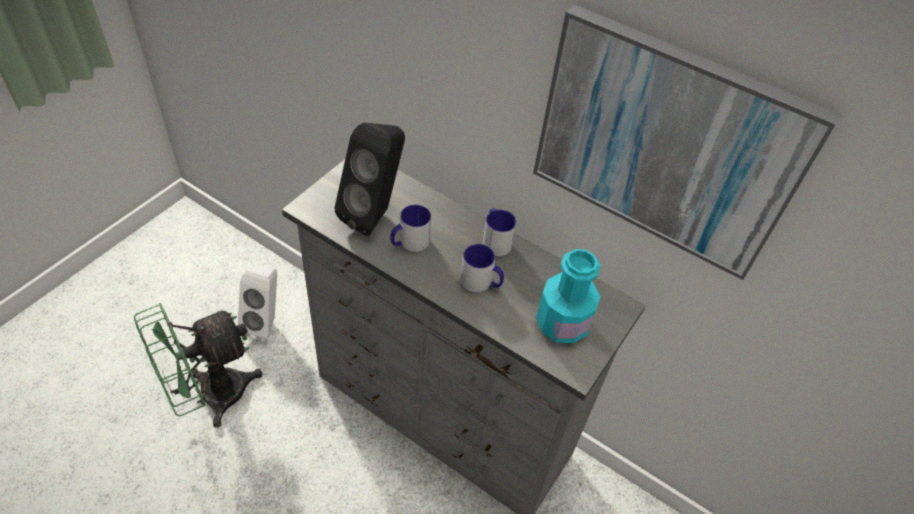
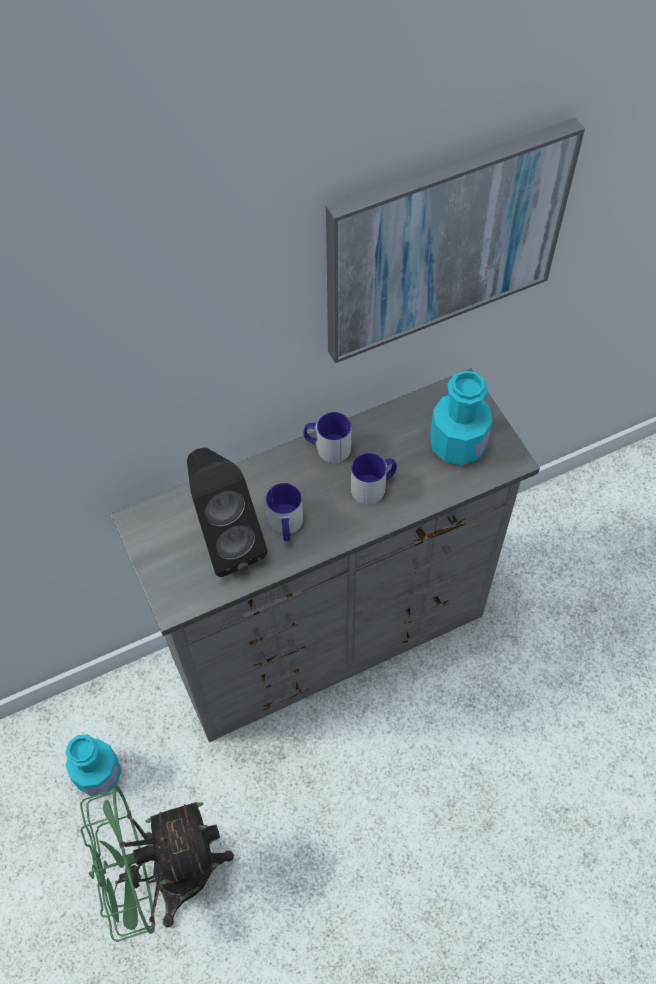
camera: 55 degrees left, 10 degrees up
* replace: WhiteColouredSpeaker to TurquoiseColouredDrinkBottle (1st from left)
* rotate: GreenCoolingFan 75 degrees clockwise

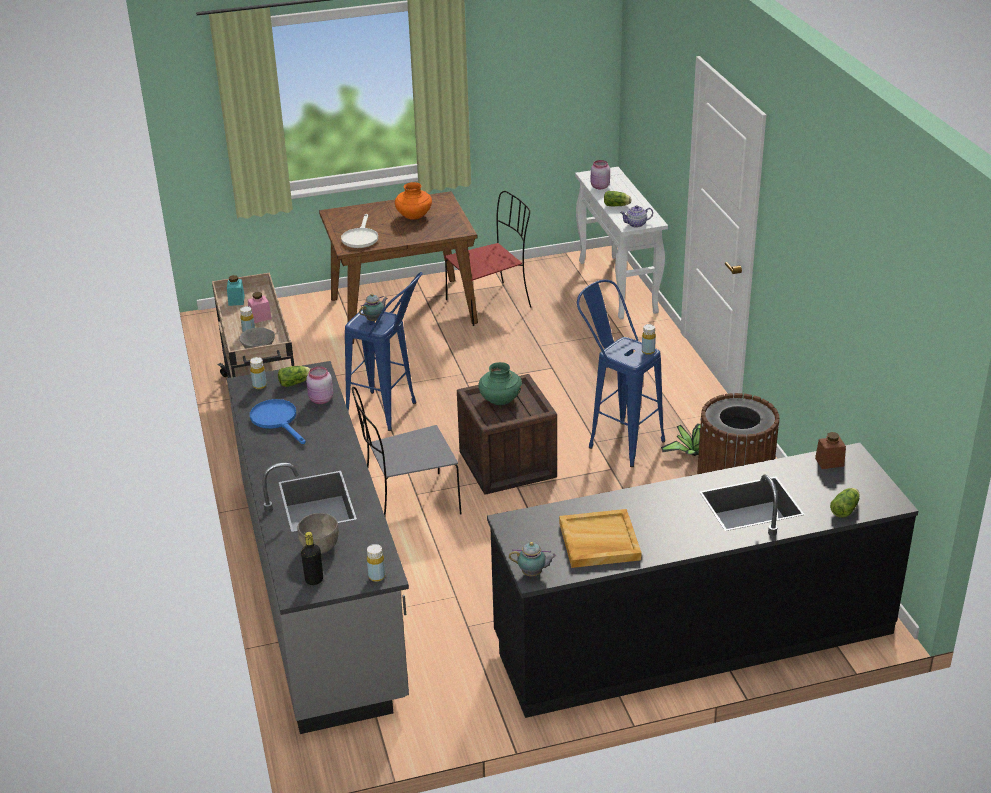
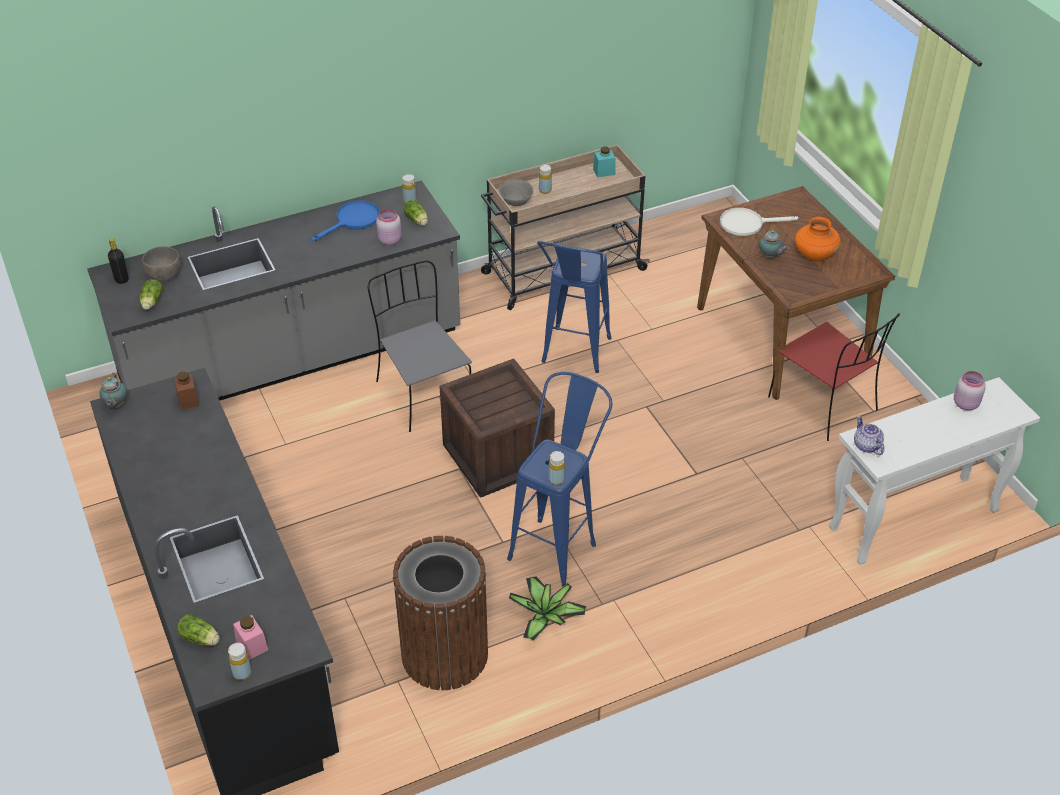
camera: 80 degrees right, 10 degrees up
* move: HeadOfLettuce (2nd from left in the first image) to HeadOfLettuce (1st from left)
* move: BrownStorageJar
* move: YellowDrinkBottle (3rd from left in the first image) to YellowDrinkBottle (1st from left)
* move: PinkishStorageJar (1st from left)
* move: TeaPot (1st from left in the first image) to TeaPot (2nd from left)
* delete: GreenDecorativeVase
* delete: BeigeServingTray

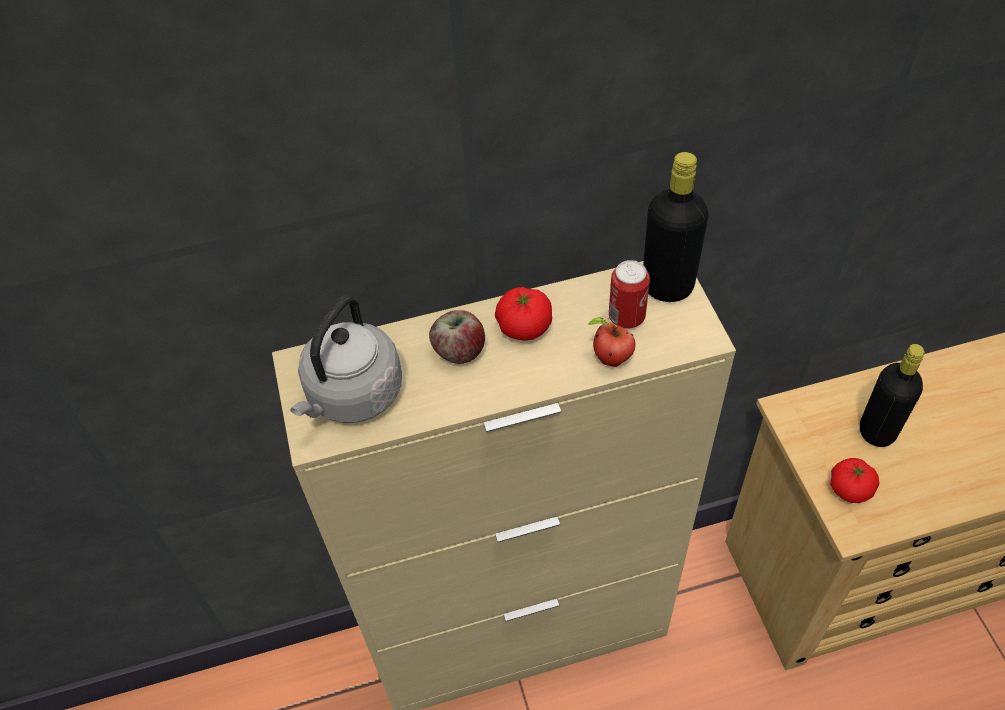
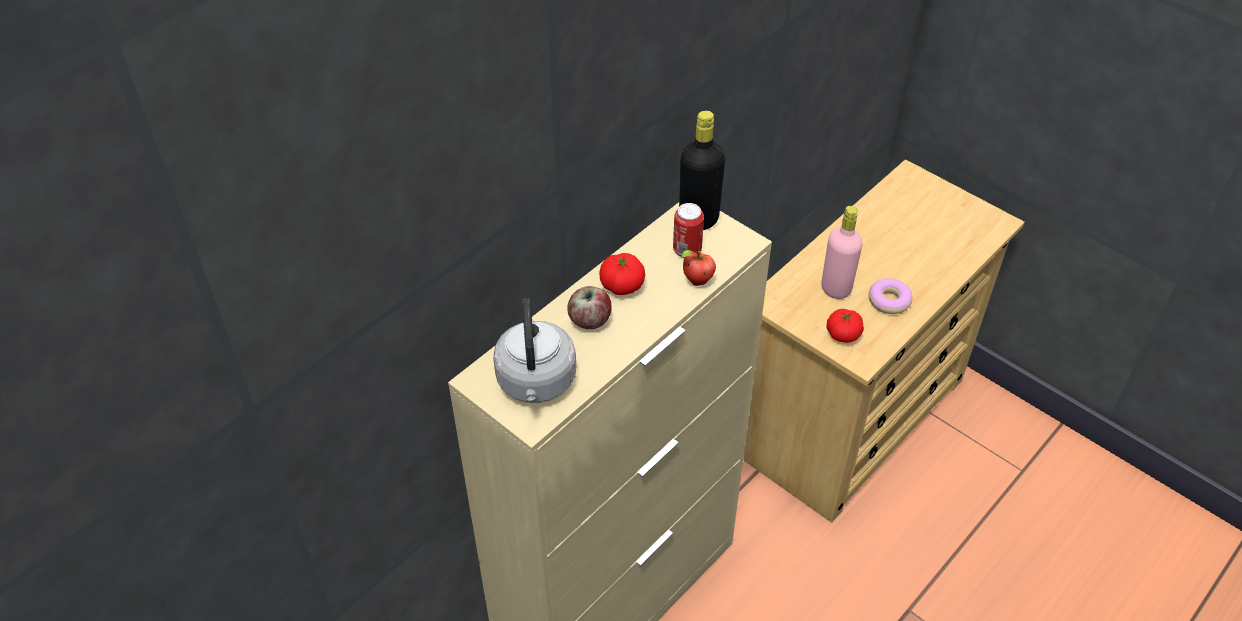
camera: 35 degrees left, 5 degrees down
* recolor: BlackColouredDrinkBottle (2nd from left) to PinkishDrinkBottle
* insert: RingDoughnut

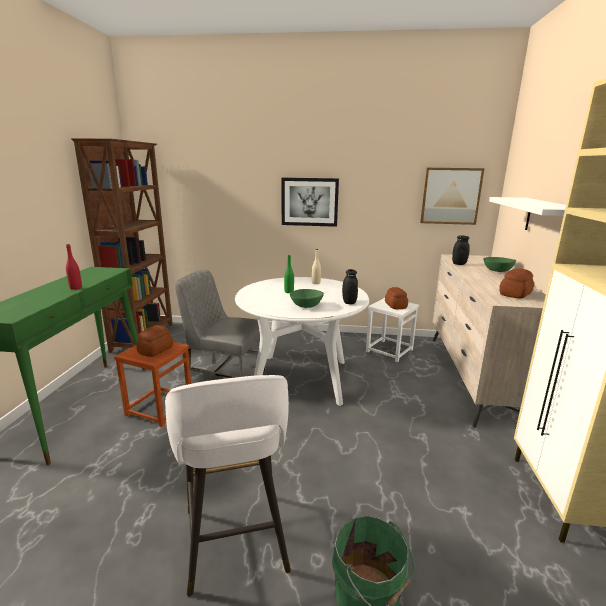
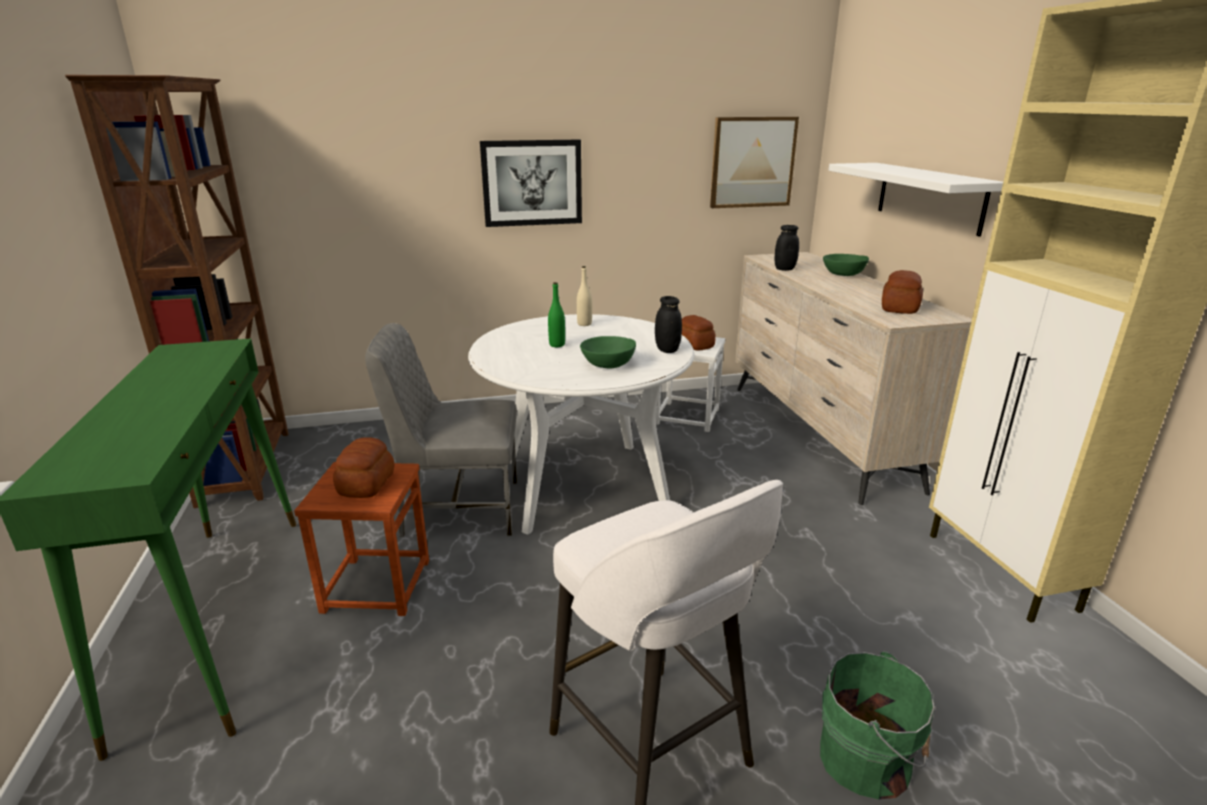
camera: 20 degrees left, 5 degrees up
* delete: ReddishDrinkBottle

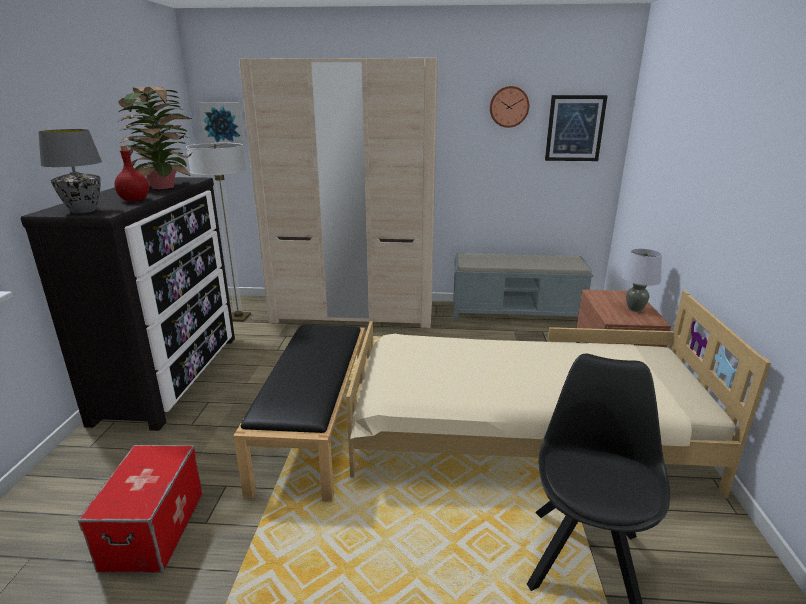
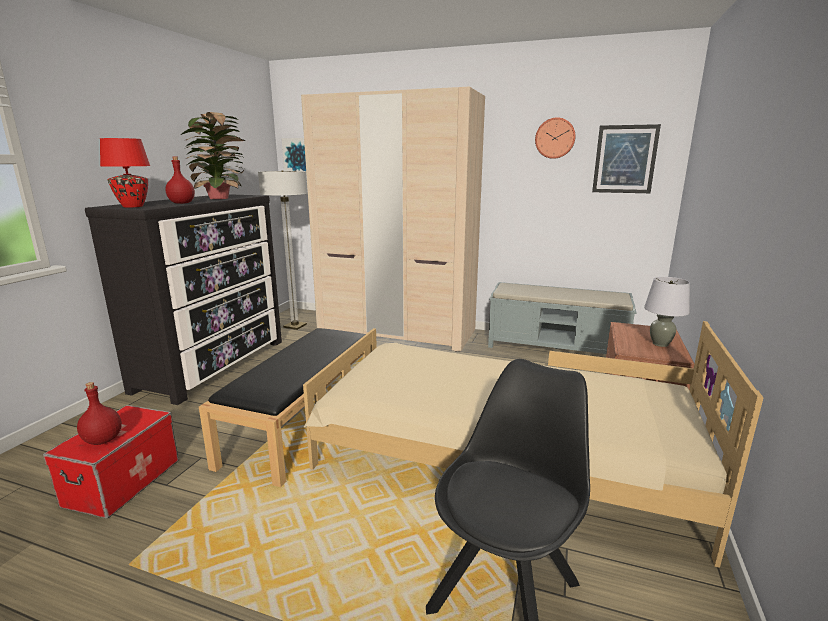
camera: 15 degrees right, 5 degrees down
* insert: ReddishDrinkBottle (1st from left)
* recolor: GrayLampForATable (1st from left) to ReddishLampForATable

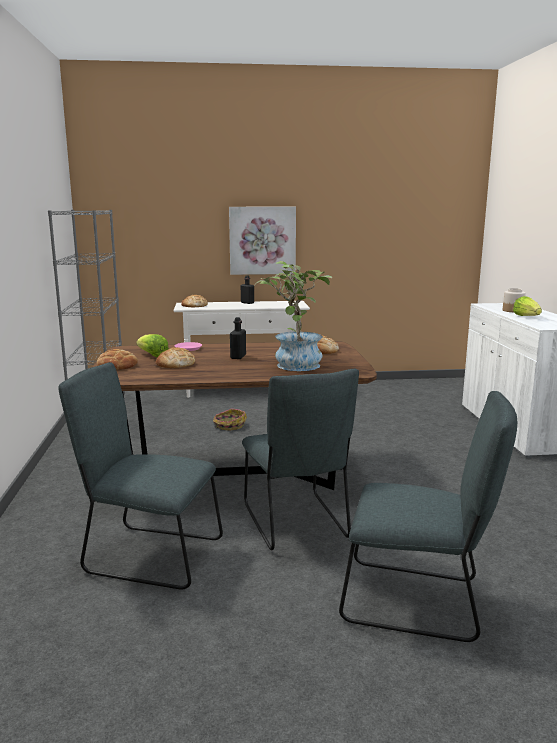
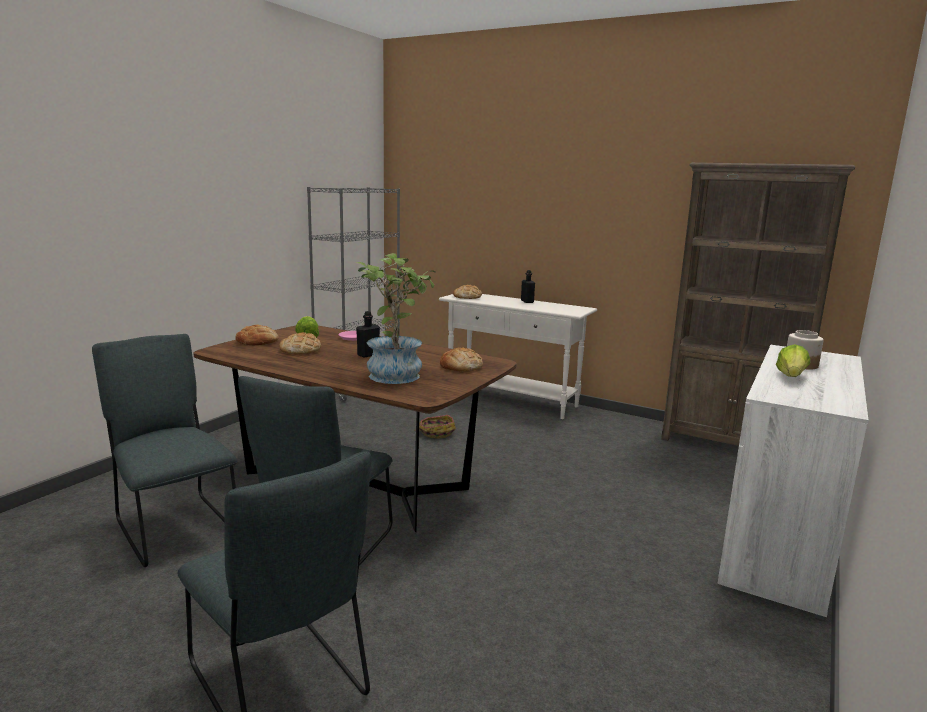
camera: 35 degrees right, 0 degrees up
* insert: BrownShelvingUnit
* delete: WallPicture

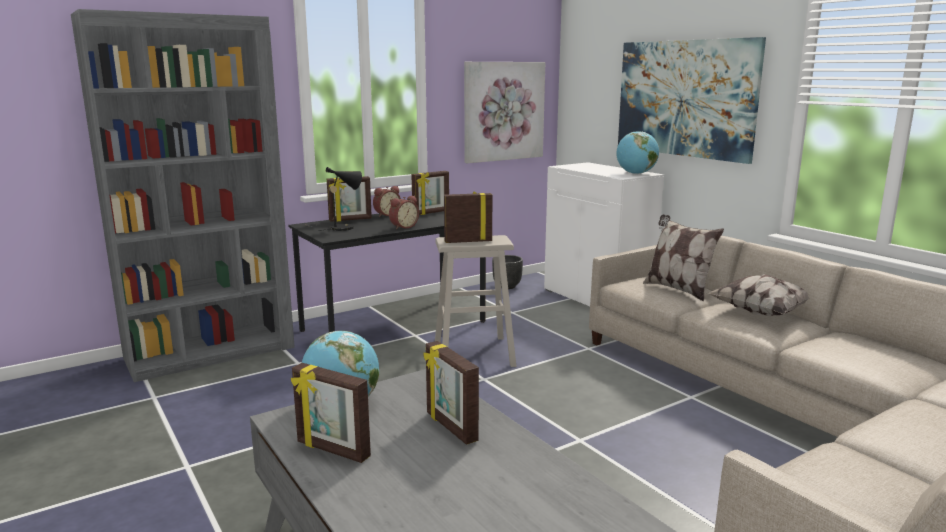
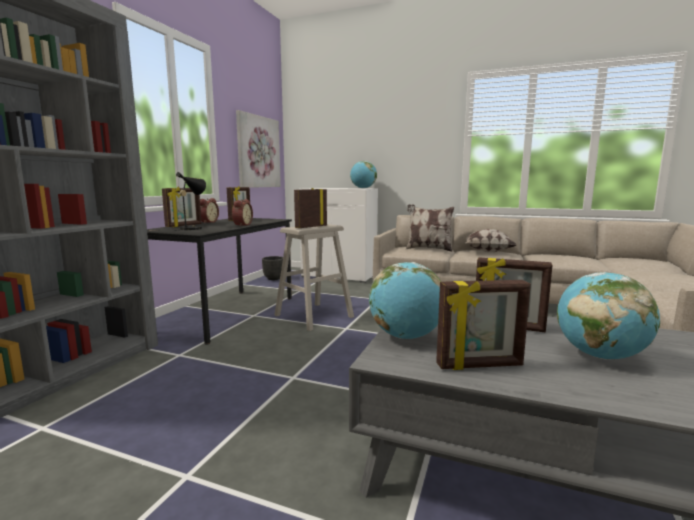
camera: 35 degrees left, 5 degrees down
* insert: DeskGlobe (3rd from left)
* delete: WallPicture (2nd from left)

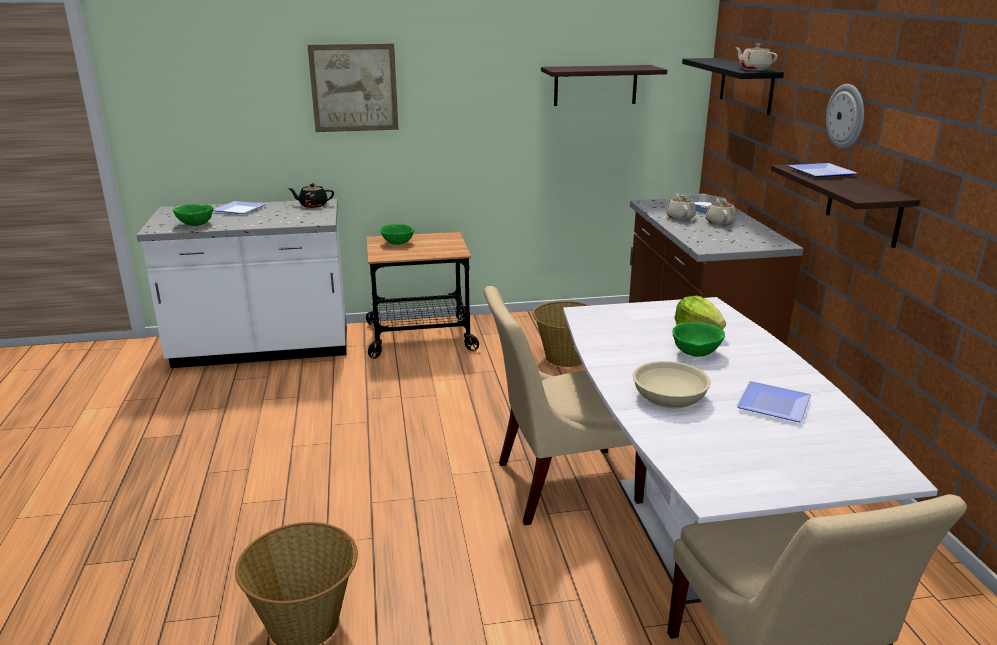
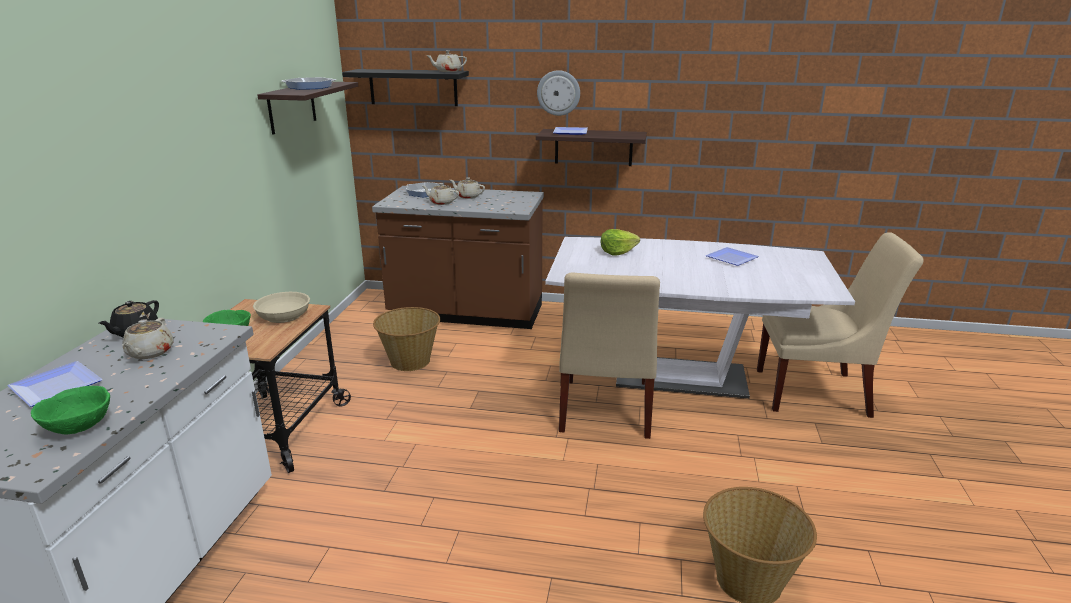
camera: 70 degrees left, 0 degrees up
* insert: BeigeTeaPot (1st from left)
* move: BeigeDeepDish
* insert: Pan (1st from left)
* delete: WallPicture
* delete: GreenDeepDish (3rd from left)

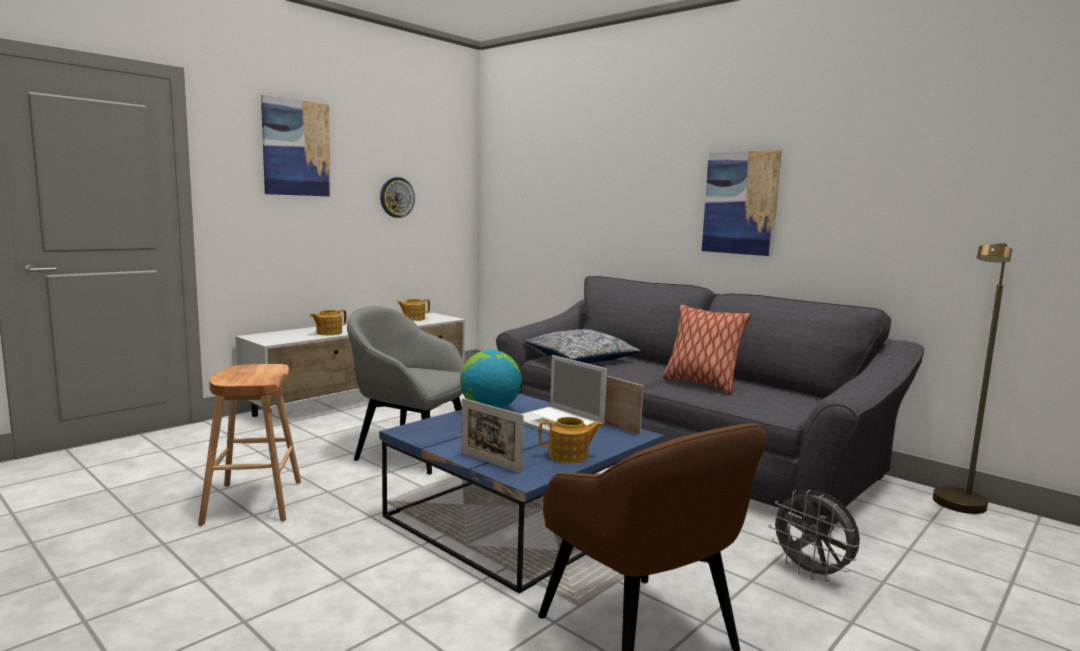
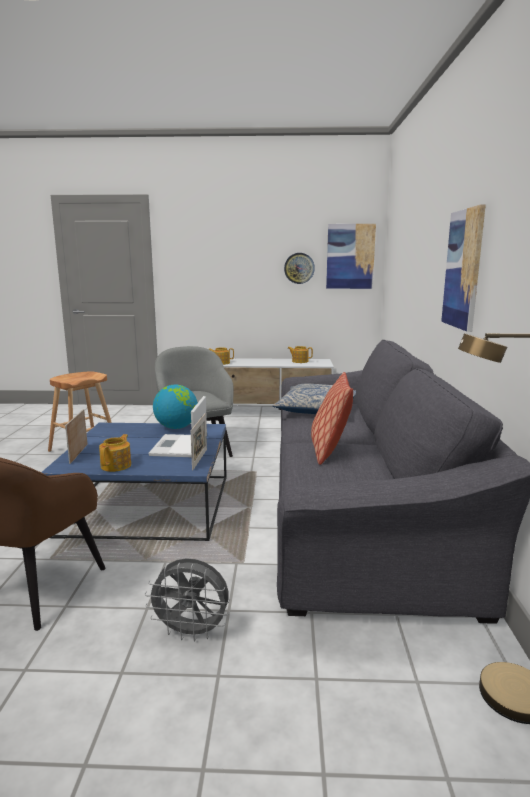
camera: 50 degrees right, 5 degrees up
* rotate: TeaPot (3rd from left in the first image) 120 degrees counterclockwise
* rotate: GrayCoolingFan 90 degrees counterclockwise
* move: WallPicture (1st from left)

